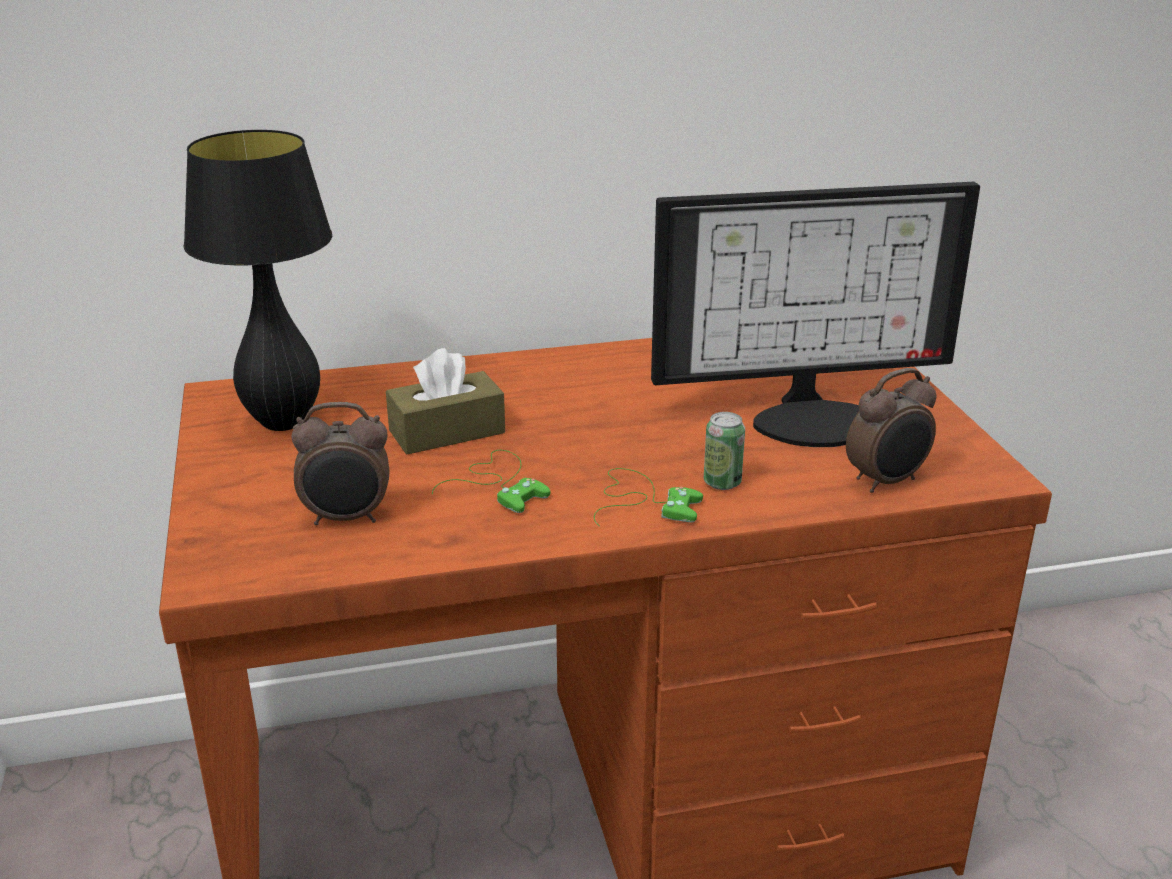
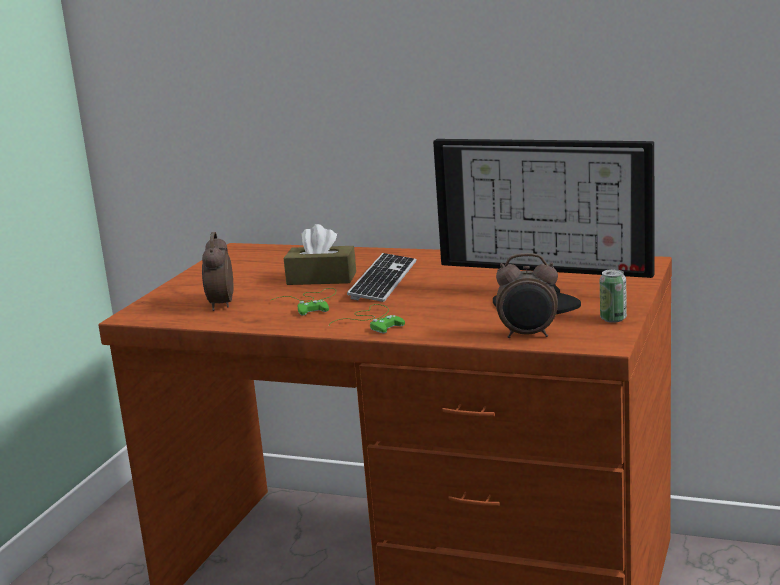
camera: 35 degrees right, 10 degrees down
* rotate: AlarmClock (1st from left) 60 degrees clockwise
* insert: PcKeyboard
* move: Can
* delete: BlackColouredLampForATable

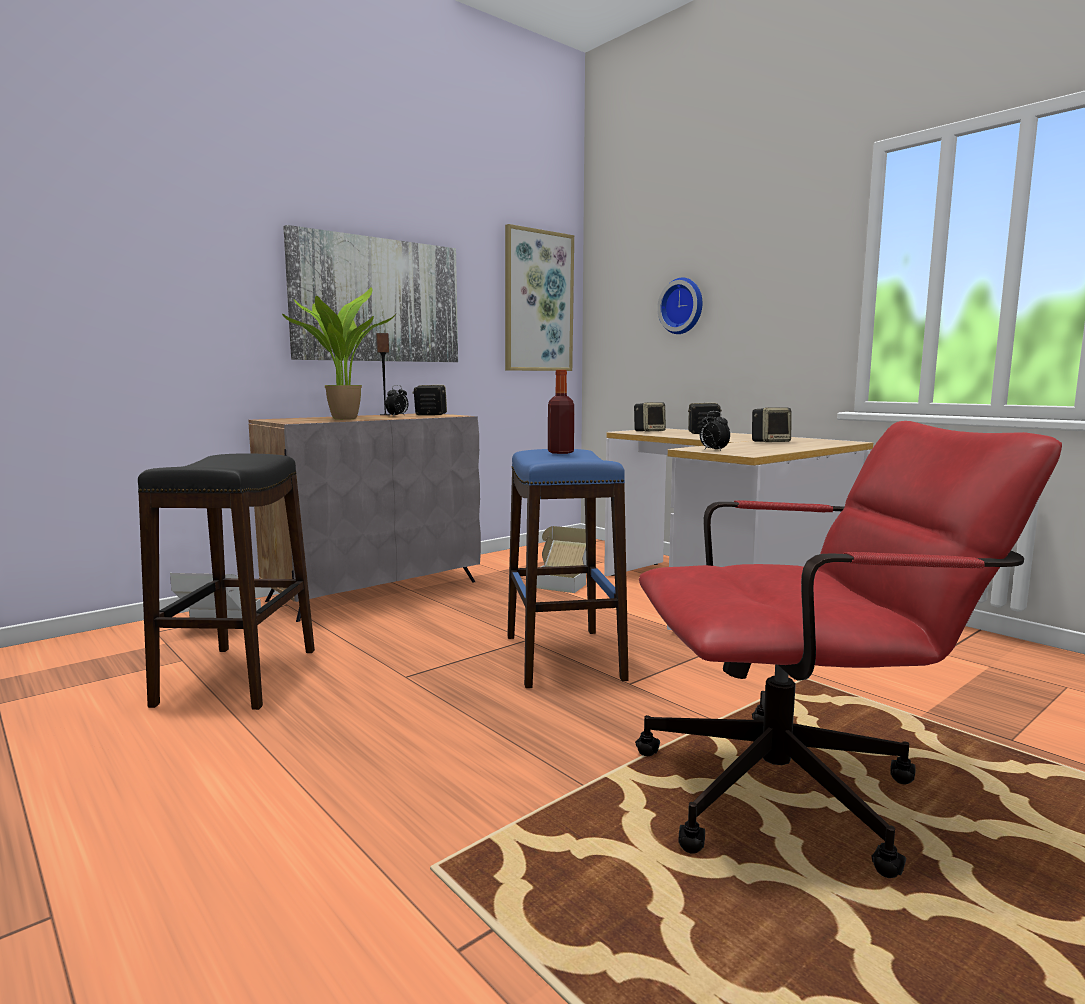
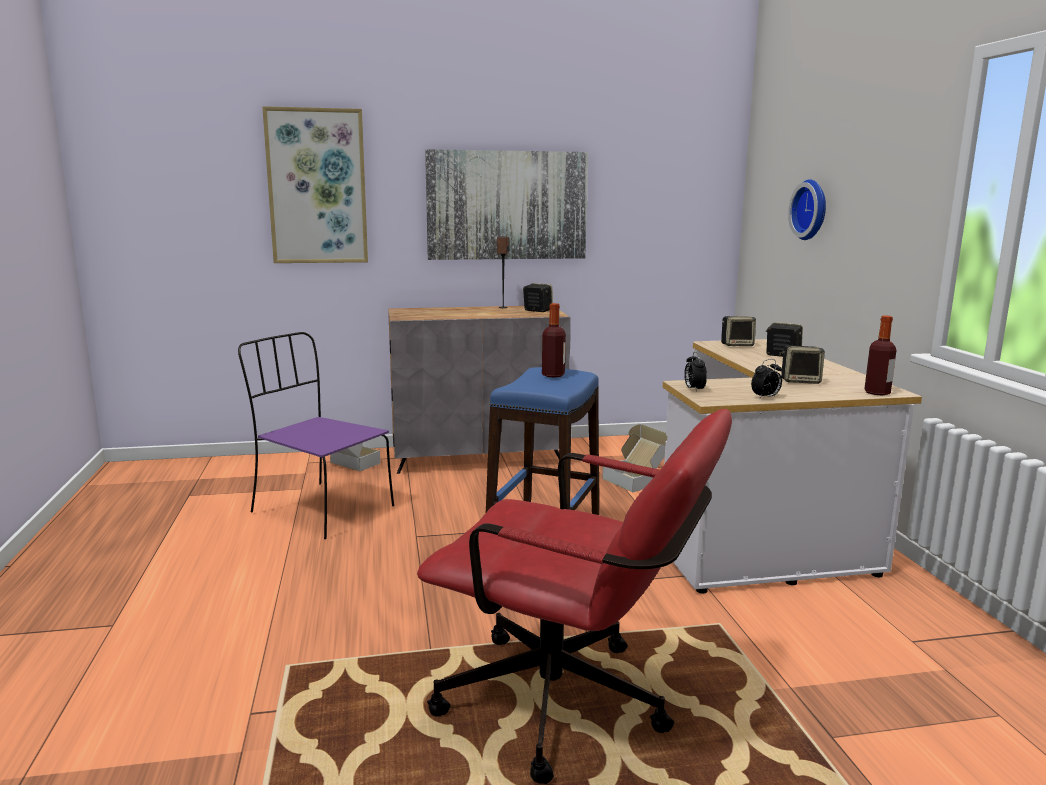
camera: 30 degrees right, 5 degrees up
* replace: BlackColouredStoolSeat to PurpleColouredChair
* move: WallPicture (2nd from left in the first image) to WallPicture (1st from left)
* move: AlarmClock (1st from left in the first image) to AlarmClock (2nd from left)
* insert: DrinkBottle (2nd from left)
* delete: PottedPlant

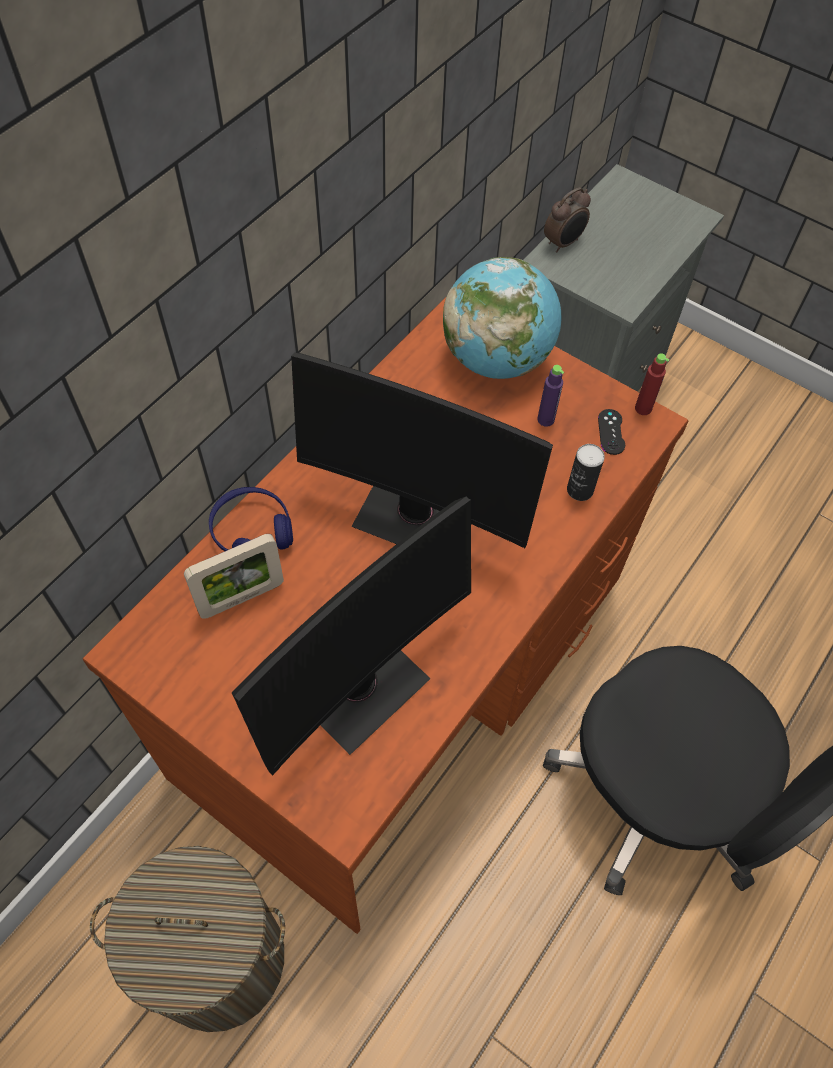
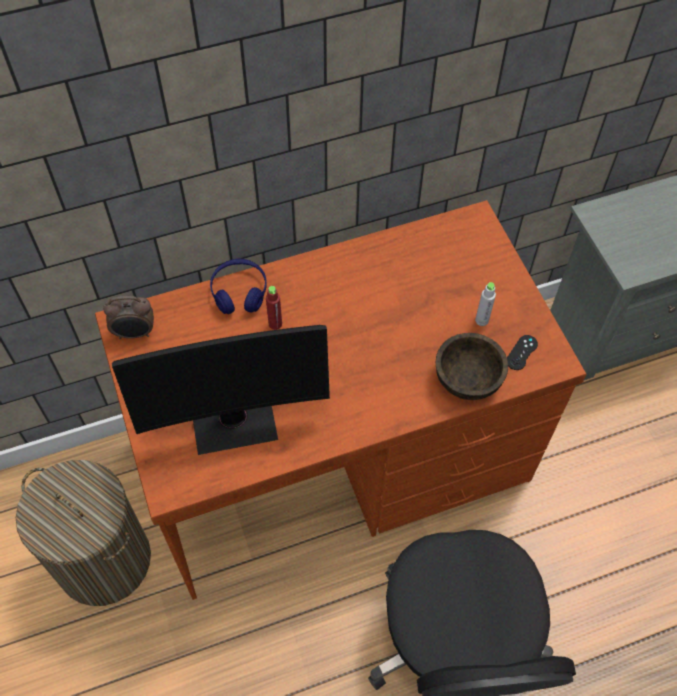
camera: 35 degrees right, 0 degrees up
* move: AlarmClock
* move: ReddishDrinkBottle
* replace: Can to BrownDeepDish
* recolor: PurpleColouredDrinkBottle to GrayDrinkBottle
* delete: PictureFrame
* delete: Monitor (2nd from left)
* delete: DeskGlobe

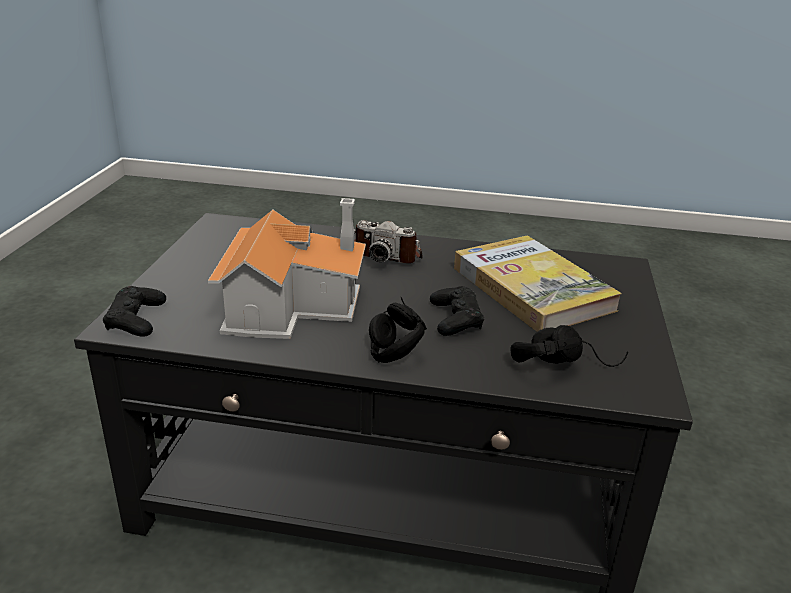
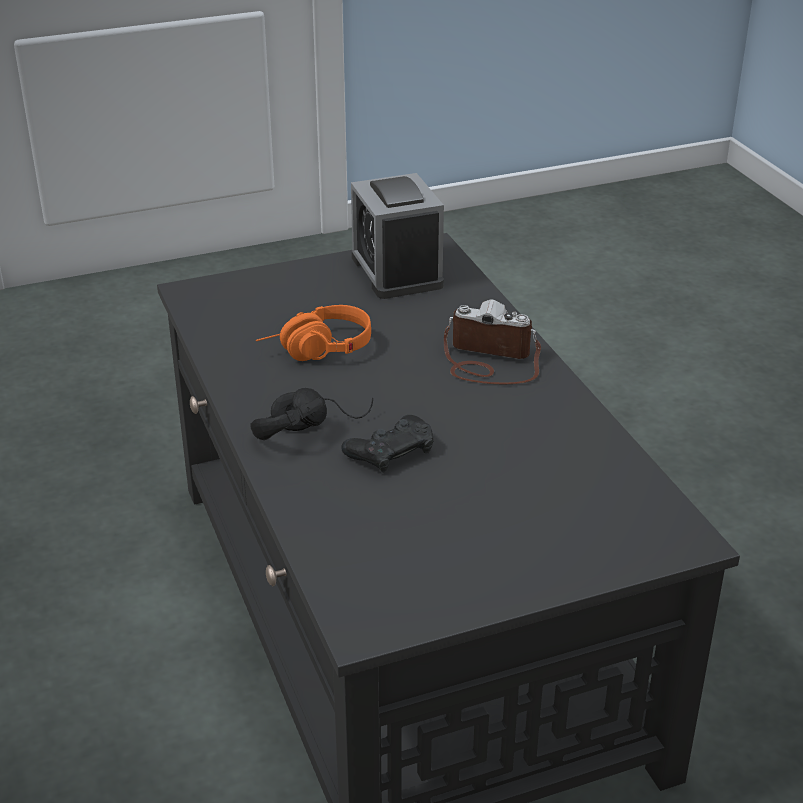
camera: 60 degrees right, 5 degrees up
* replace: ModelHouse to OrangeColouredHeadset
* insert: AlarmClock
* rotate: StillCamera 120 degrees clockwise
* delete: BlackColouredJoypad (1st from left)
* delete: Book
* delete: BlackColouredHeadset (2nd from left)

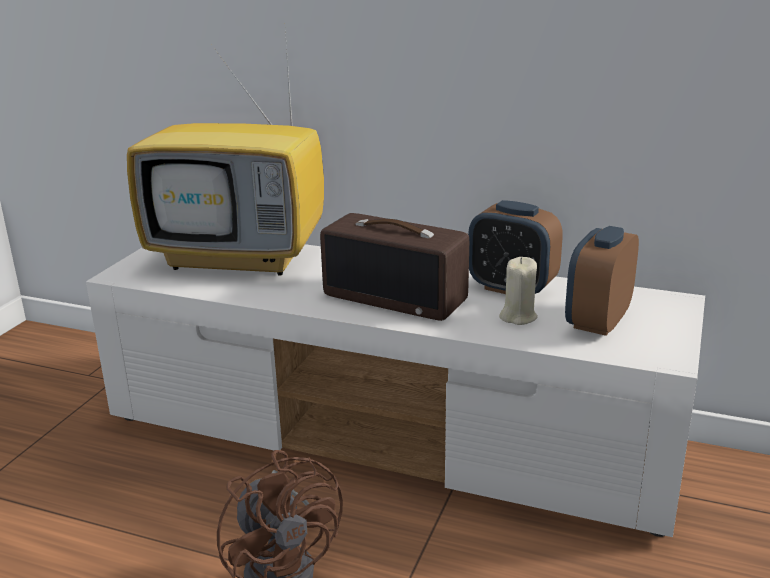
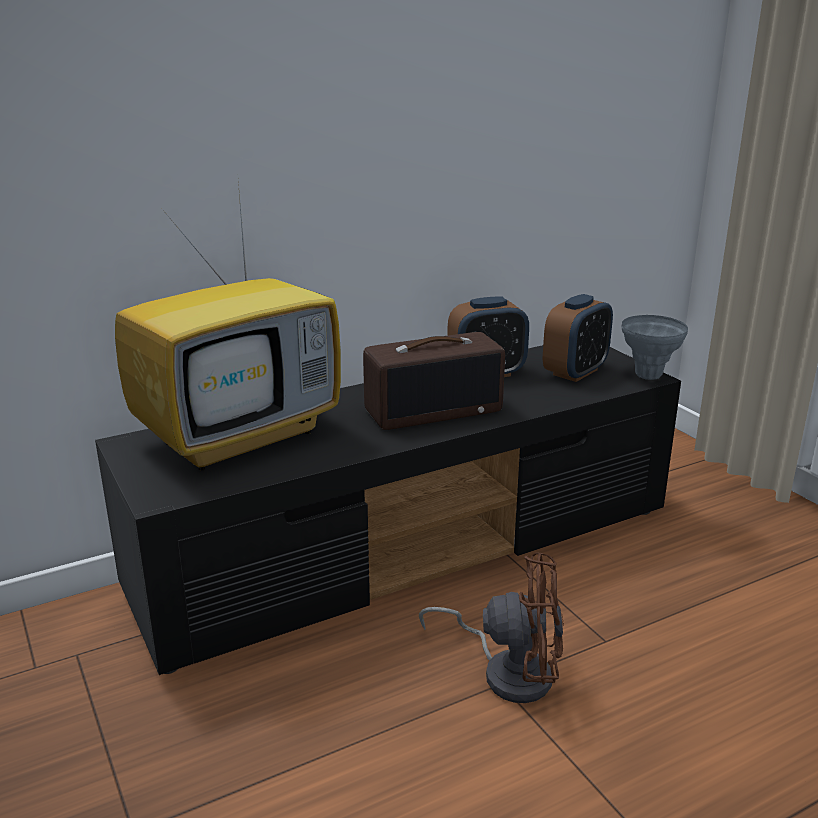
camera: 50 degrees left, 0 degrees up
* recolor: WhiteColouredTvUnit to BlackColouredTvUnit
* rotate: AlarmClock (2nd from left) 120 degrees counterclockwise
* insert: GrayDecorativeVase
* delete: BeigeCandle

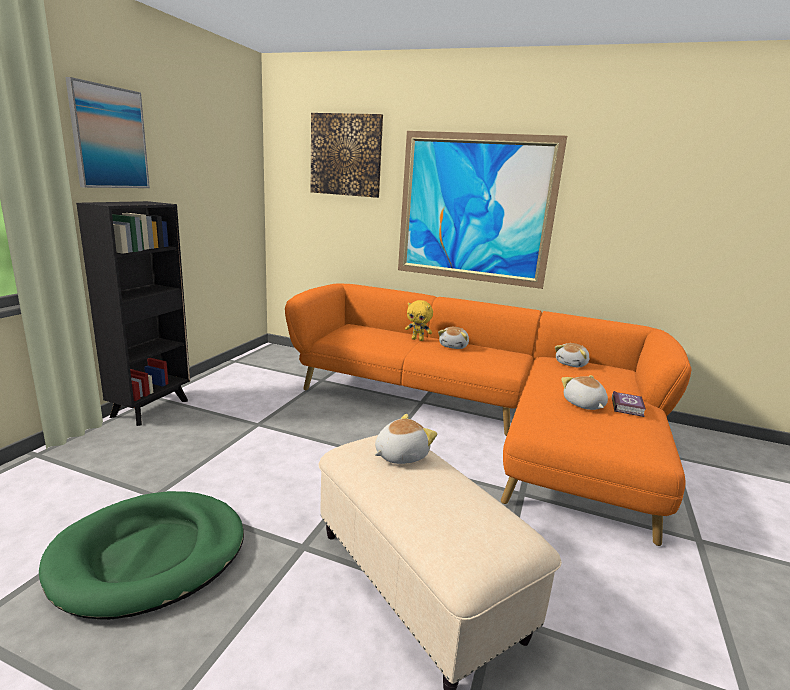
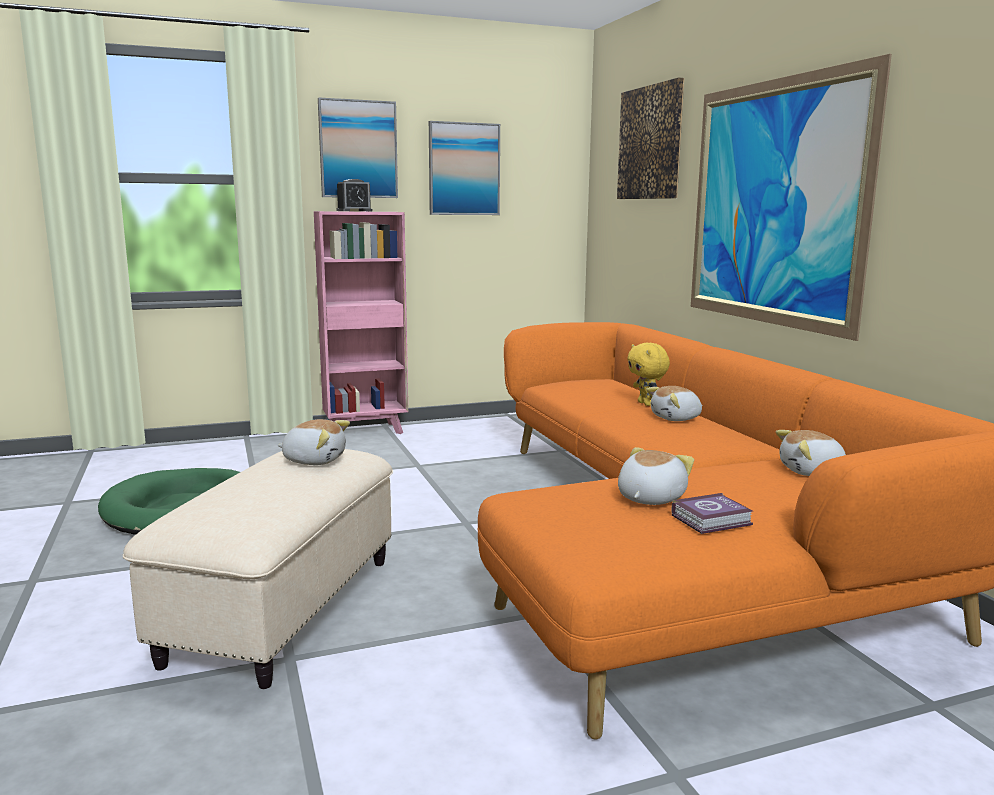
camera: 50 degrees right, 5 degrees down
* recolor: BlackColouredShelvingUnit to PinkishShelvingUnit
* insert: AlarmClock
* insert: WallPicture (2nd from left)

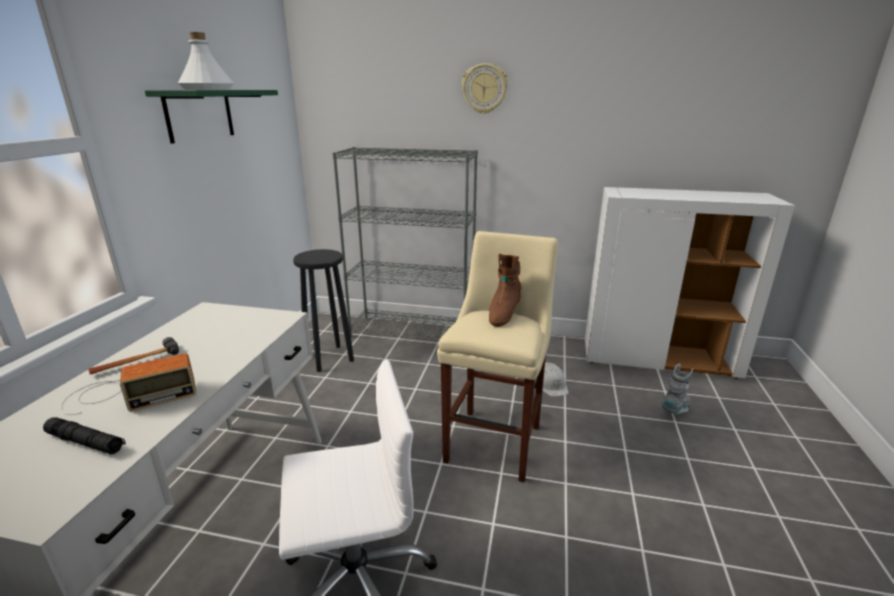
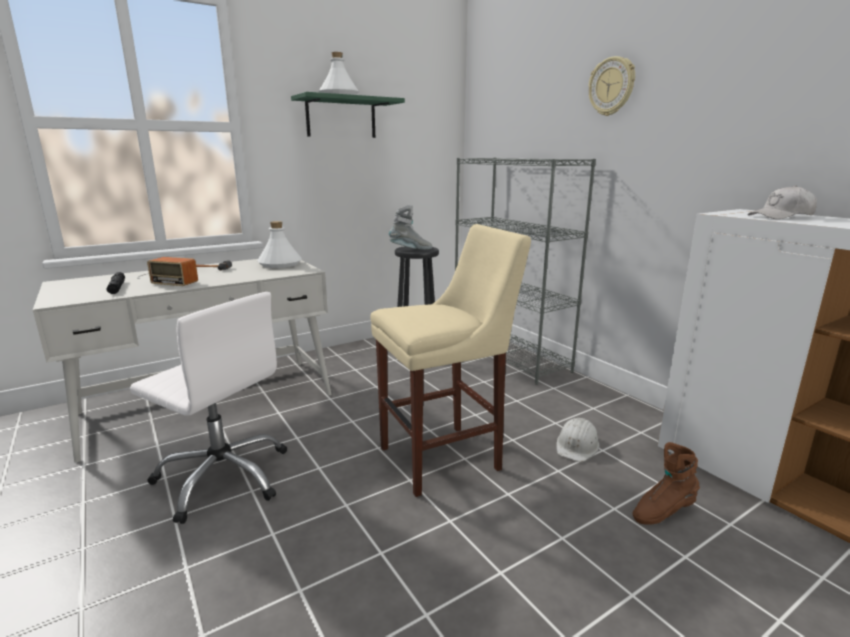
camera: 45 degrees right, 5 degrees down
* insert: WhiteColouredDrinkBottle (1st from left)
* move: GrayTallBoot
* move: BrownTallBoot
* insert: WhiteColouredBaseballCap

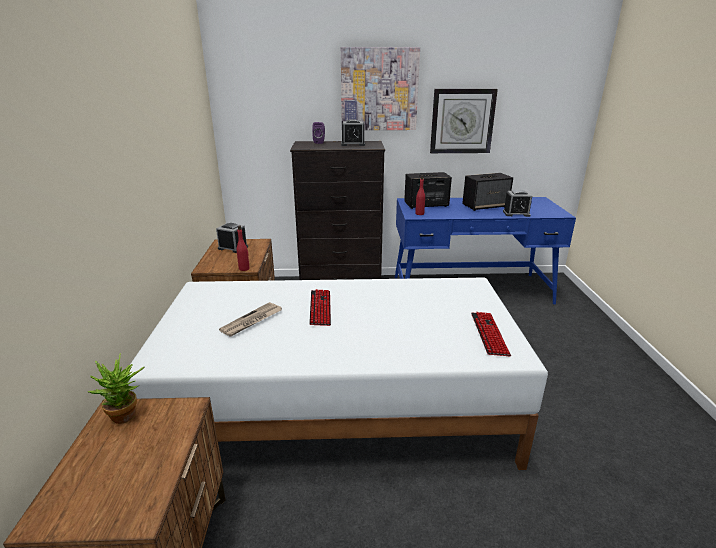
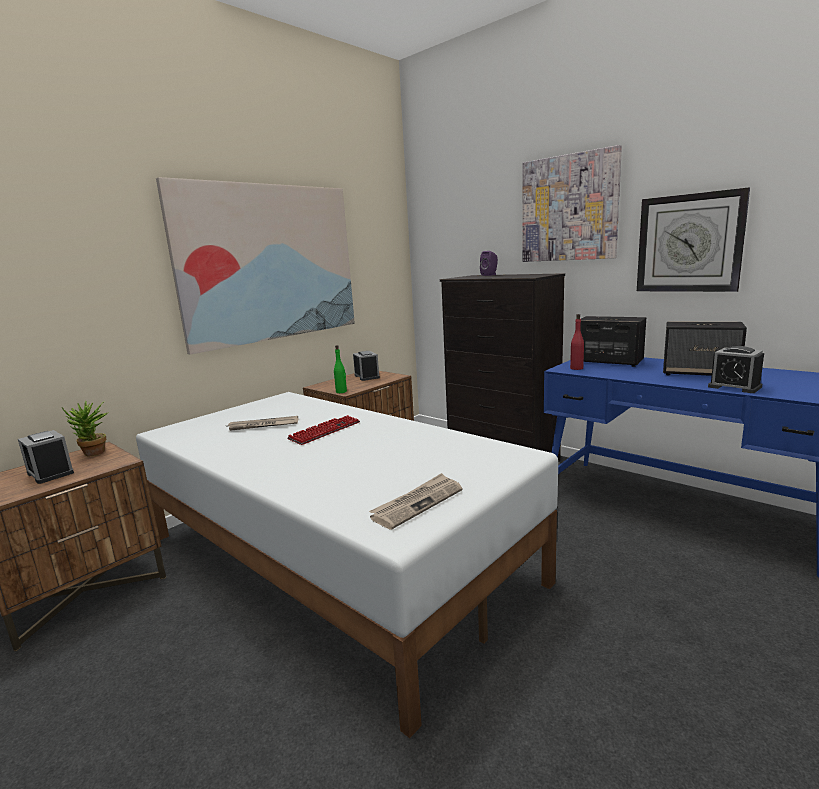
camera: 45 degrees right, 10 degrees down
* move: AlarmClock (2nd from left in the first image) to AlarmClock (1st from left)
* insert: WallPicture (1st from left)
* recolor: ReddishDrinkBottle (1st from left) to GreenDrinkBottle
* replace: PcKeyboard (2nd from left) to DailyPaper (2nd from left)

